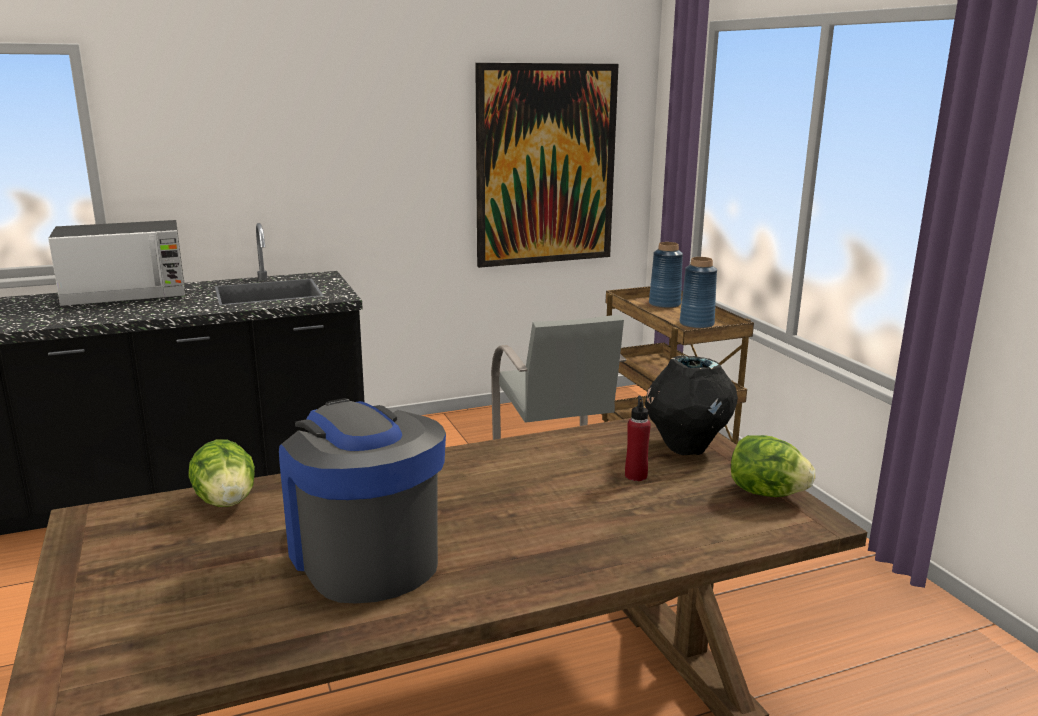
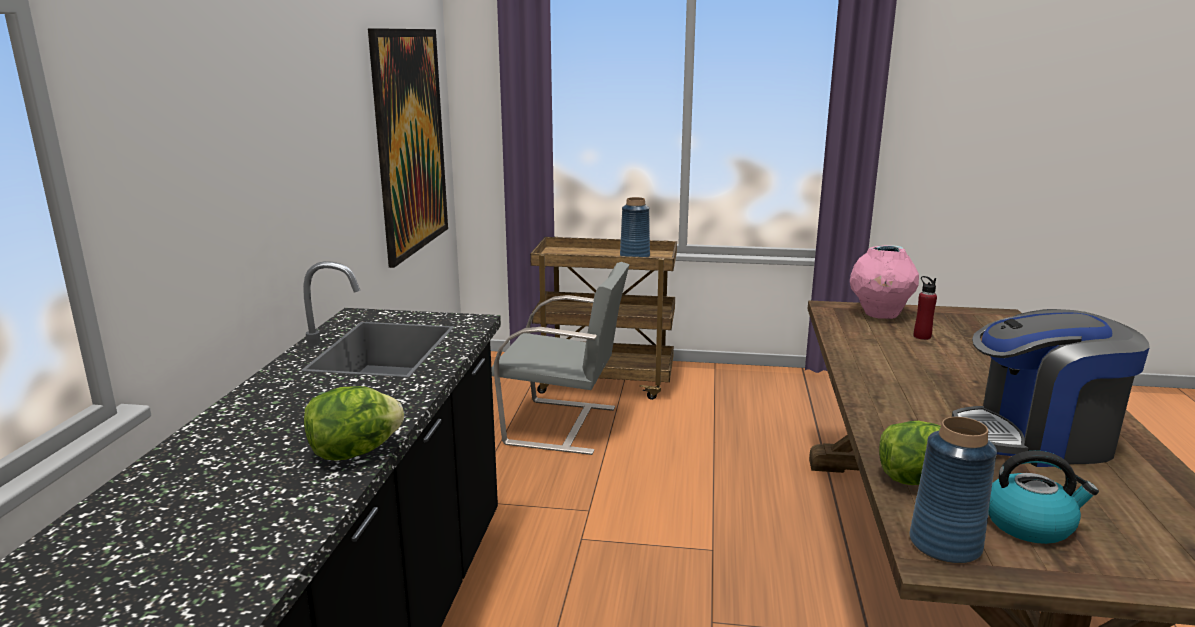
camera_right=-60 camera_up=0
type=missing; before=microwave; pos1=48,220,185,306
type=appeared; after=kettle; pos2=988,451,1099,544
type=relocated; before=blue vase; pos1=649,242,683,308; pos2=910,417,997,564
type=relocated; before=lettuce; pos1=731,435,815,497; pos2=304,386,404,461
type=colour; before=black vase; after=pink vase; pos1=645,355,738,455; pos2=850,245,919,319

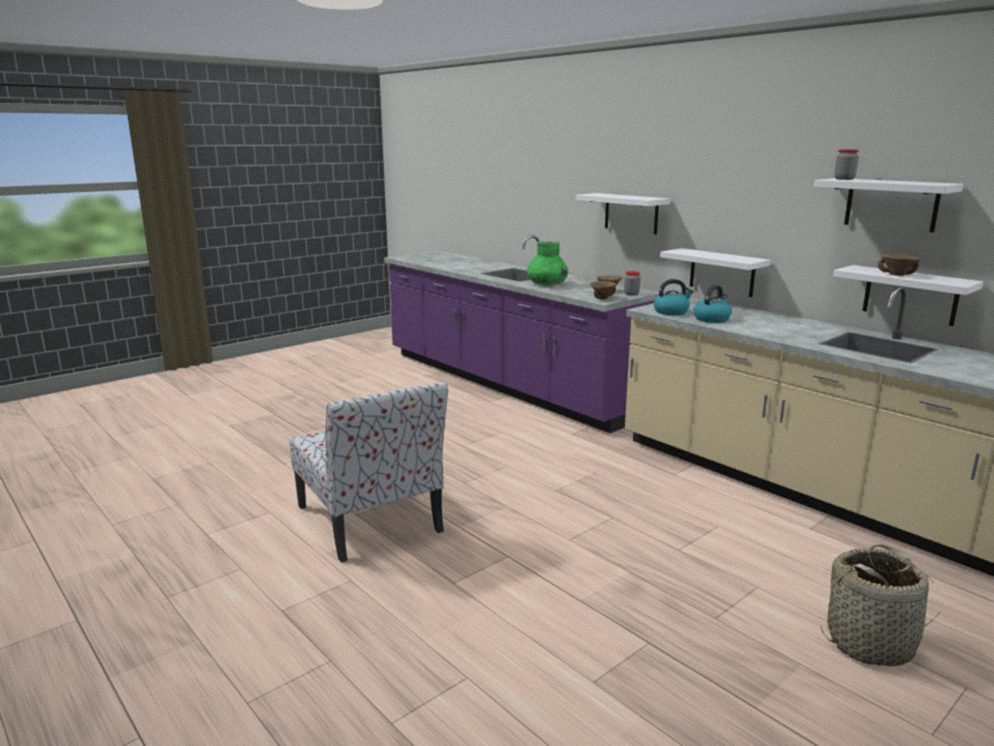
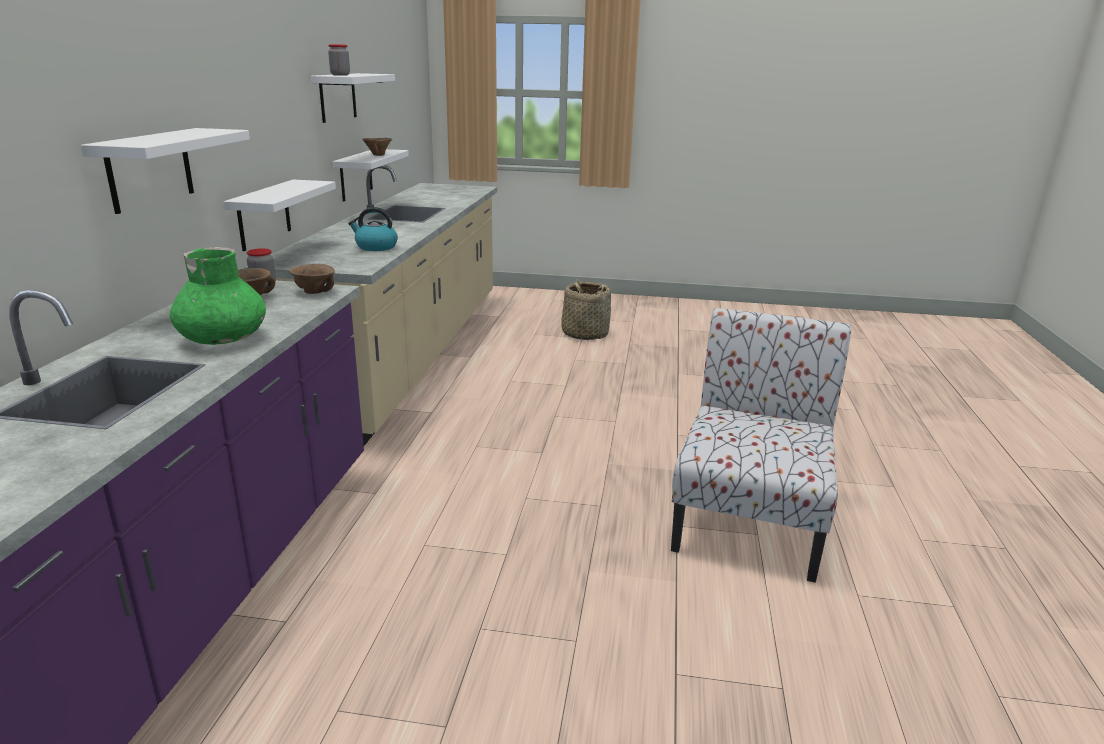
camera_right=-130 camera_up=5
type=missing; before=kettle; pos1=654,279,693,315

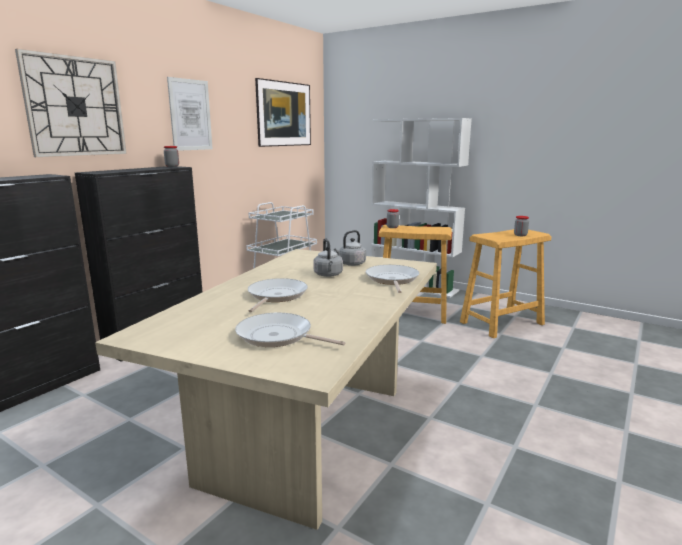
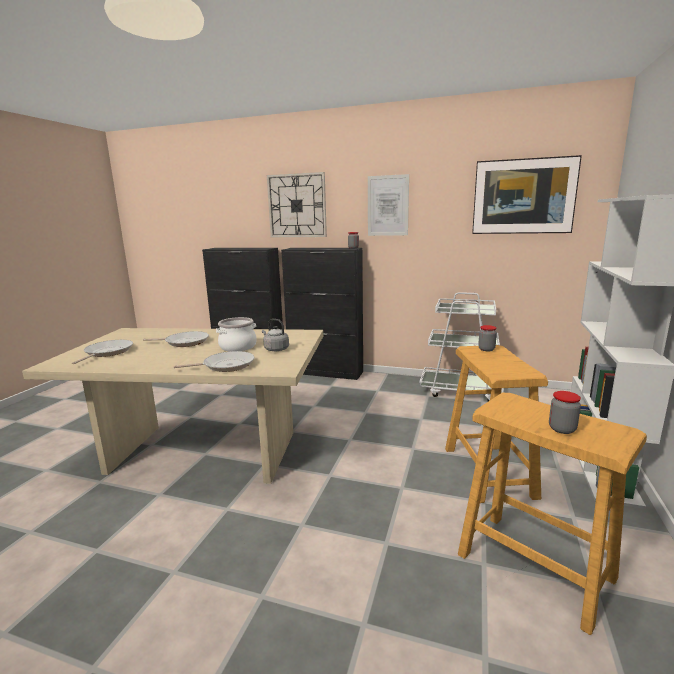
camera_right=75 camera_up=0
type=exchanged; before=grey kettle; after=cooking pot; pos1=313,238,343,277; pos2=216,317,257,351

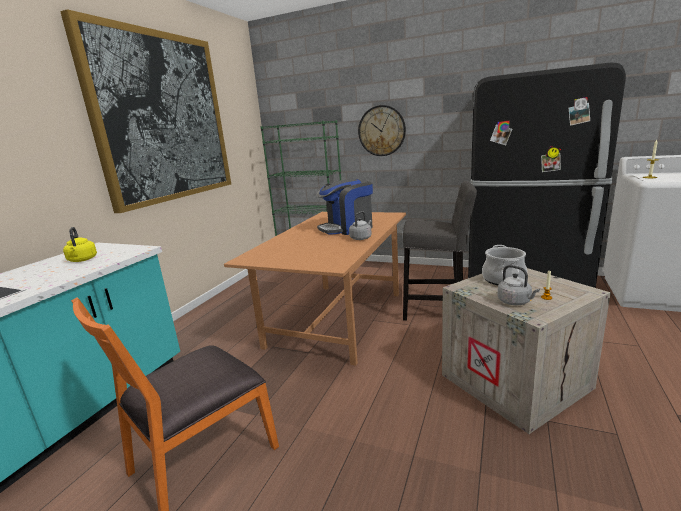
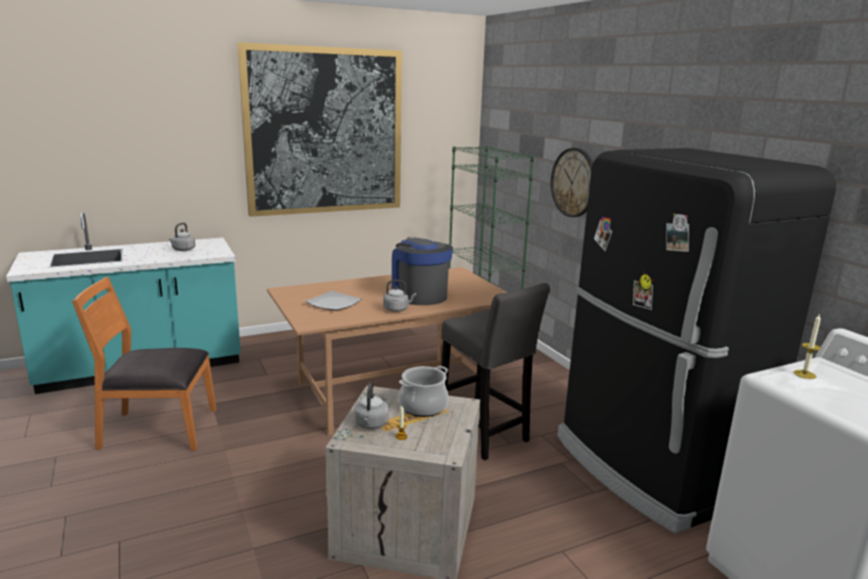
camera_right=40 camera_up=0
type=appeared; after=plate; pos2=305,291,362,311
type=colour; before=yellow kettle; after=grey kettle; pos1=63,227,97,262; pos2=169,223,195,251
type=spun; before=coffee machine; pos1=317,179,373,235; pos2=392,237,453,305; turn=45

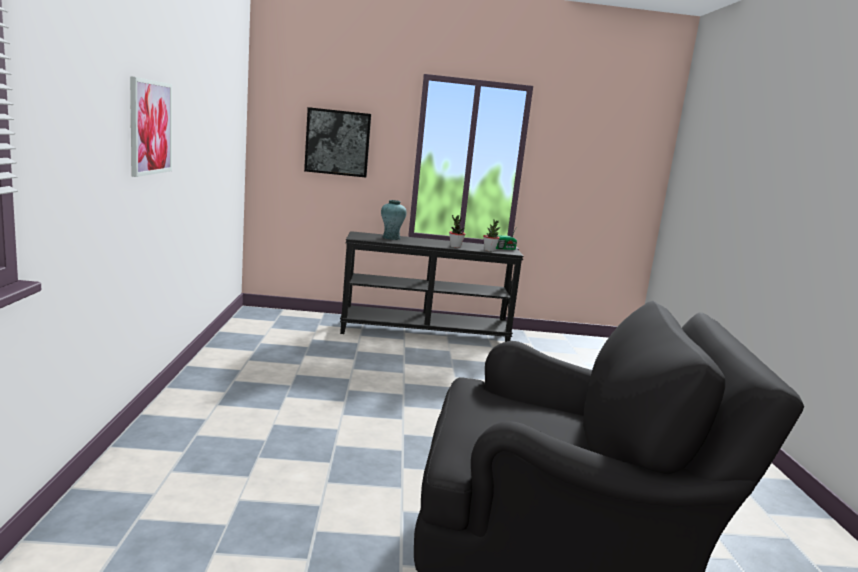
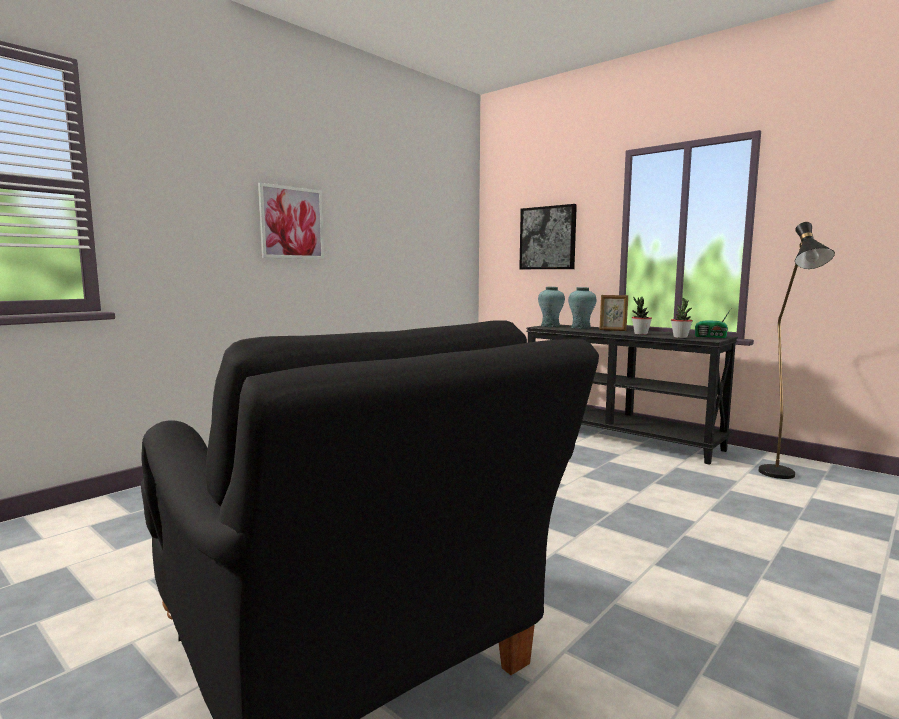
camera_right=45 camera_up=-5
type=appeared; after=turquoise vase; pos2=538,287,565,327
type=appeared; after=picture frame; pos2=599,295,628,331
type=appeared; after=black floor lamp; pos2=759,222,835,479

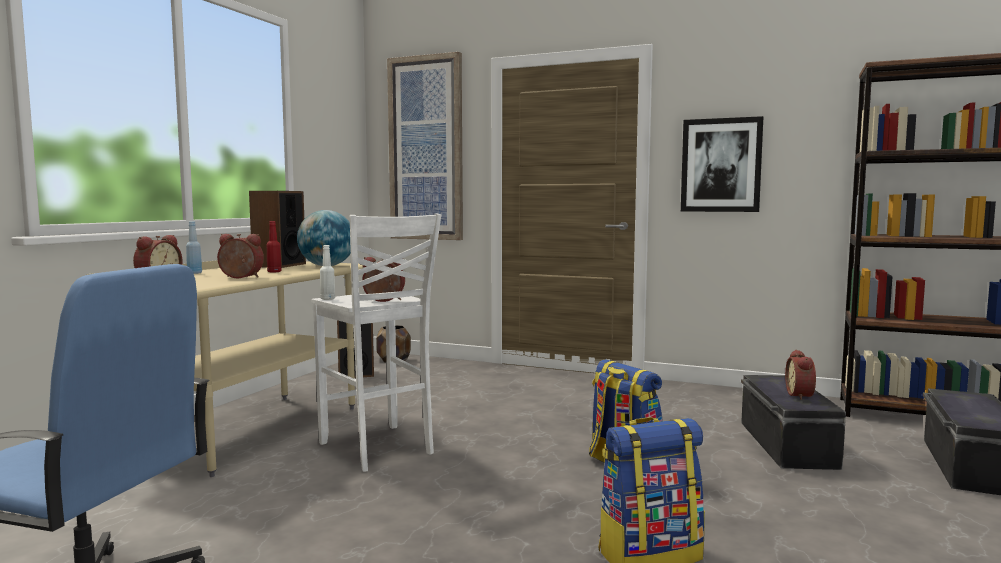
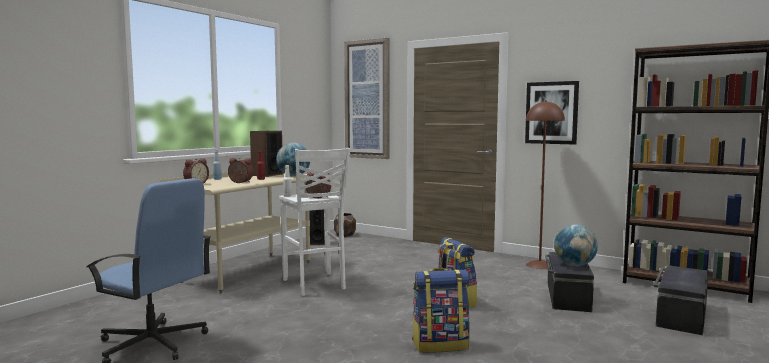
camera_right=10 camera_up=0
type=appeared; after=brown floor lamp; pos2=526,101,565,269
type=exchanged; before=alarm clock; after=globe; pos1=785,350,816,400; pos2=554,225,598,266

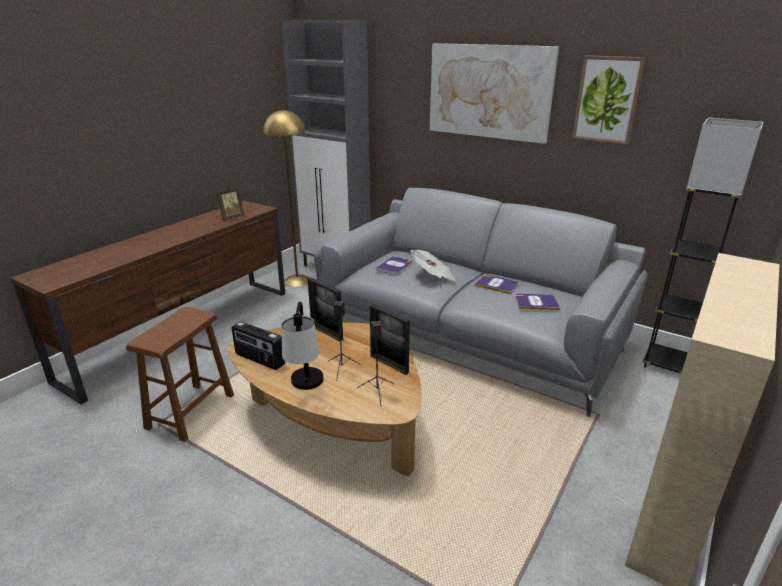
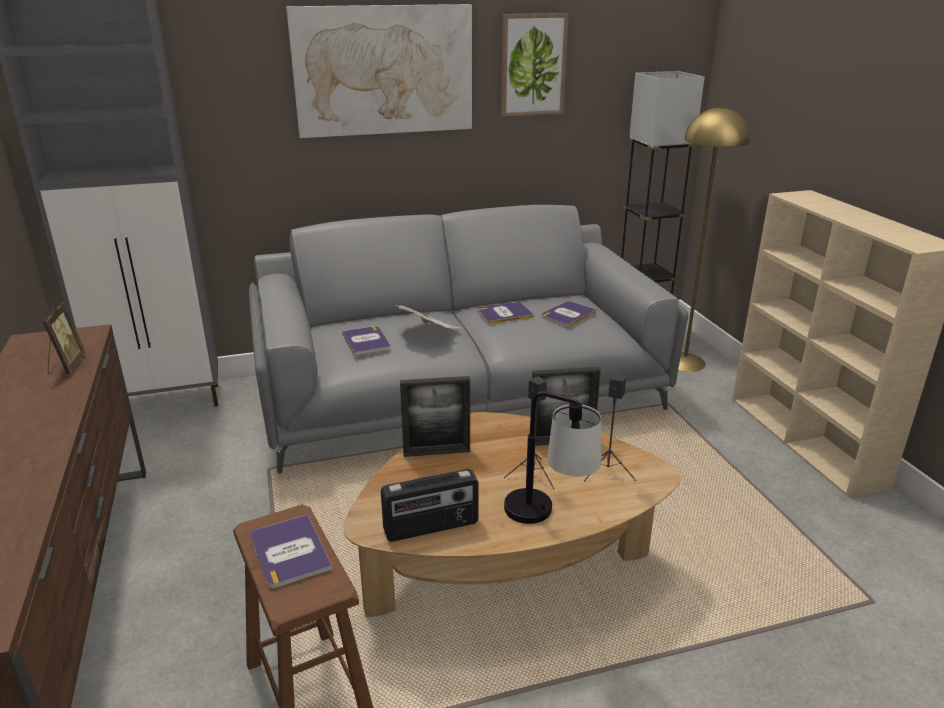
camera_right=-50 camera_up=0
type=appeared; after=book; pos2=251,514,333,588
type=relocated; before=yellow floor lamp; pos1=263,109,310,287; pos2=678,106,750,372

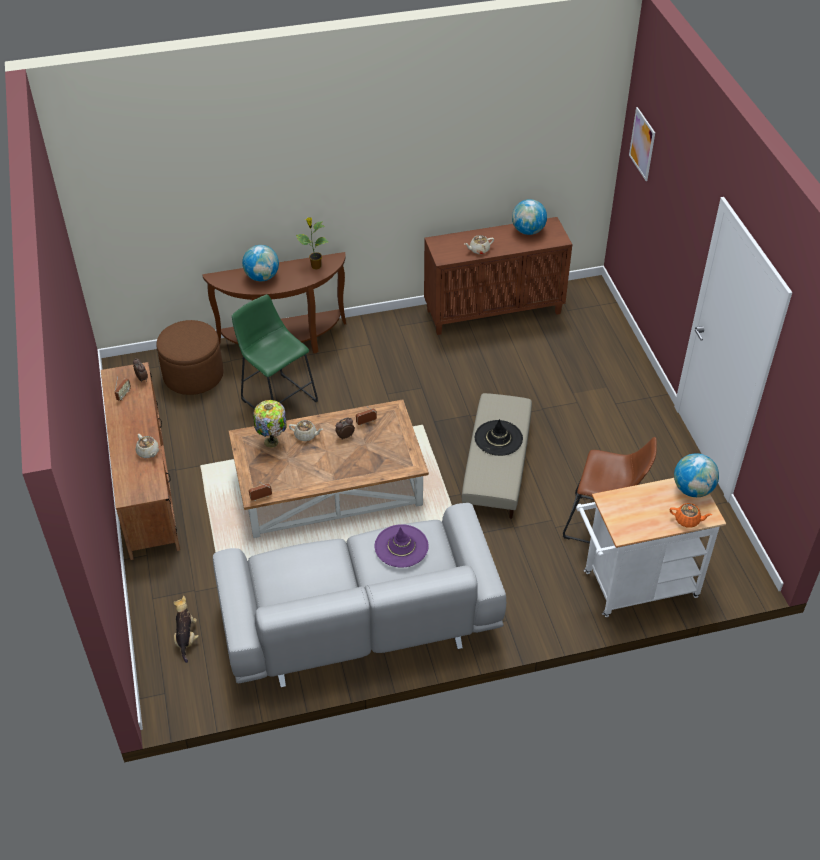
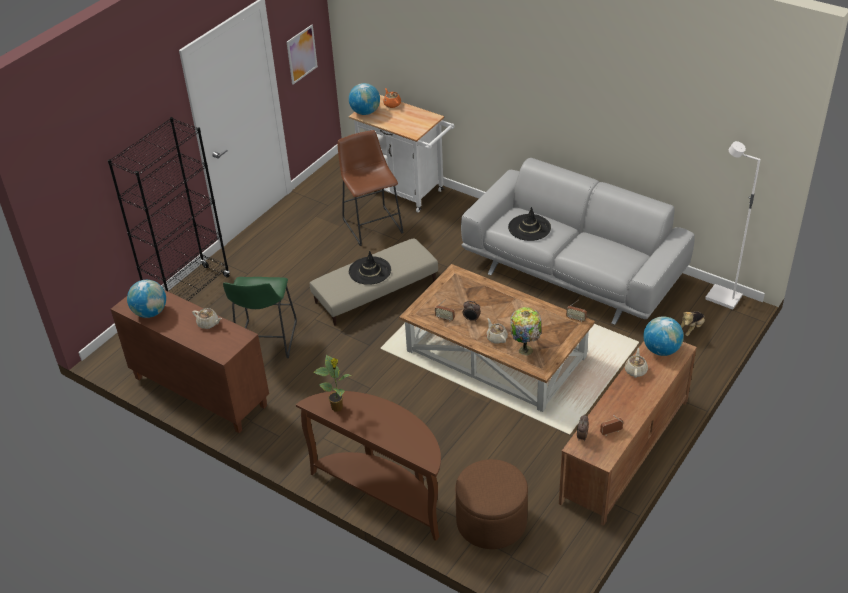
camera_right=-130 camera_up=-5
type=appeared; after=black bookcase; pos2=108,117,230,301
type=appeared; after=white floor lamp; pos2=705,141,761,310
type=relocated; before=green stool; pos1=232,294,318,409; pos2=223,277,297,358
type=relocated; before=globe; pos1=242,245,279,281; pos2=643,316,684,356
type=relocated; before=picture; pos1=629,107,655,181; pos2=287,25,318,84
type=colour; before=purple hat; after=black hat; pos1=375,524,429,568; pos2=508,207,551,241

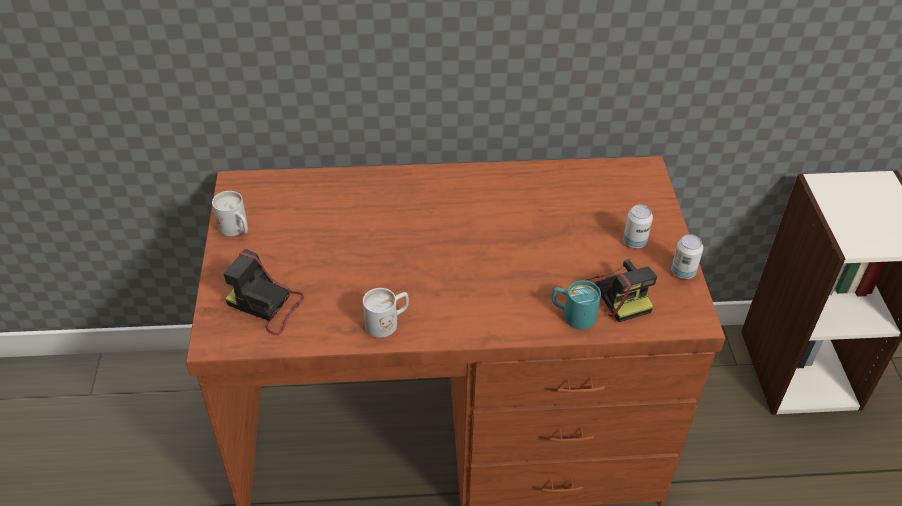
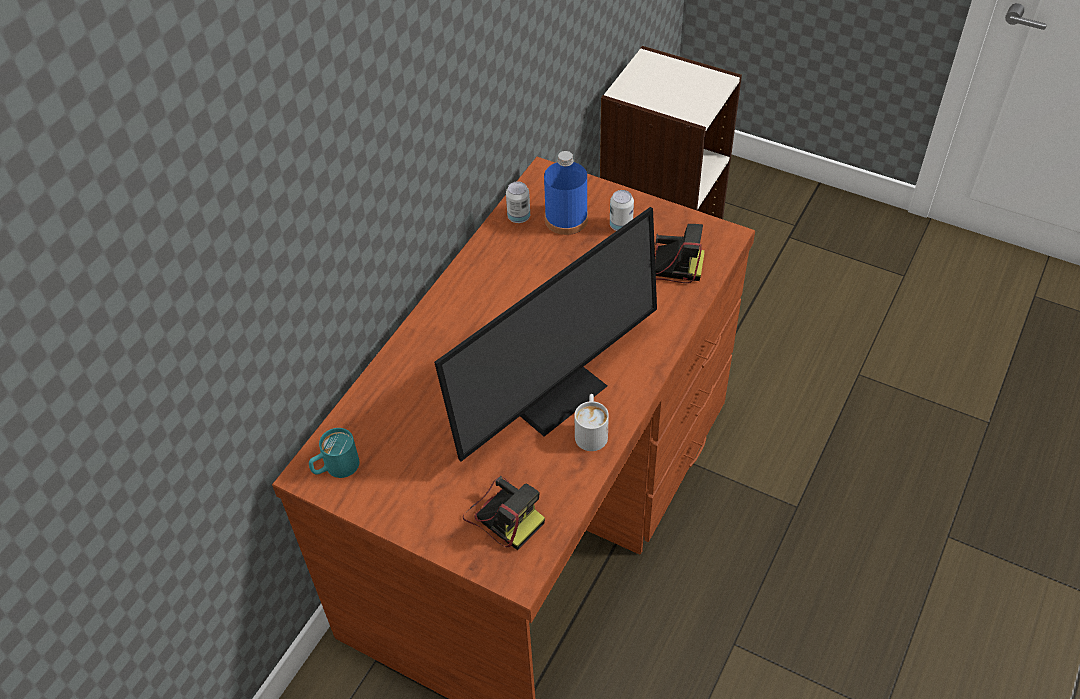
camera_right=-55 camera_up=5
type=missing; before=white mug; pos1=212,191,248,236
type=appeared; after=monitor; pos2=434,207,657,461
type=appeared; after=blue bottle; pos2=544,151,588,235
type=relocated; before=turquoise mug; pos1=552,280,601,330; pos2=309,428,359,478
type=relocated; before=can; pos1=671,234,703,279; pos2=506,182,530,223
type=spun; before=photo camera; pos1=224,249,304,336; pos2=463,476,545,550; turn=-105

